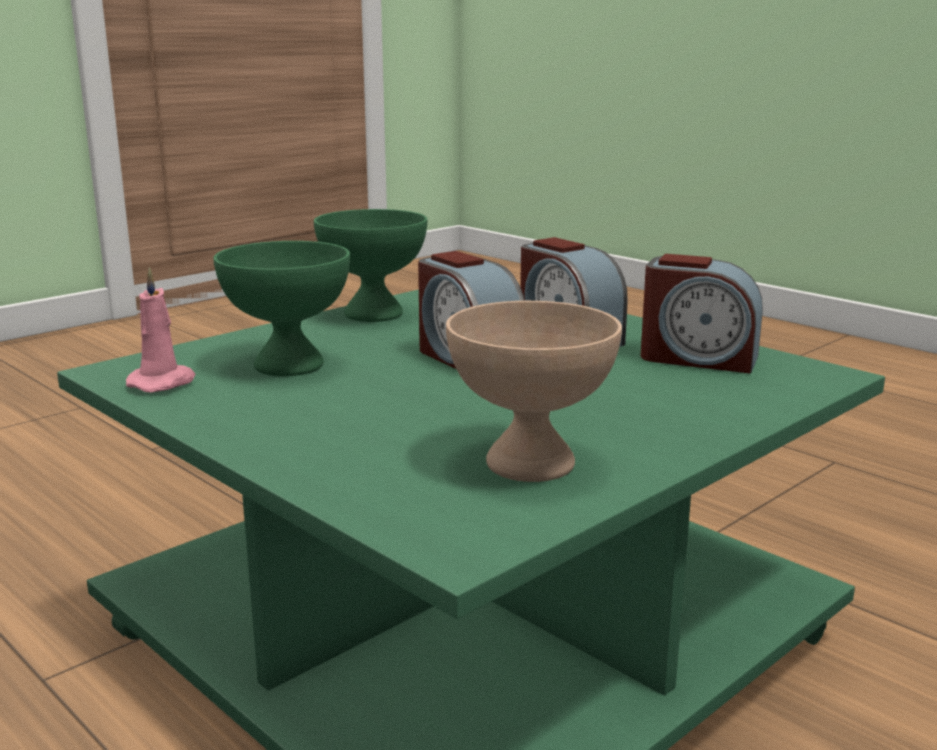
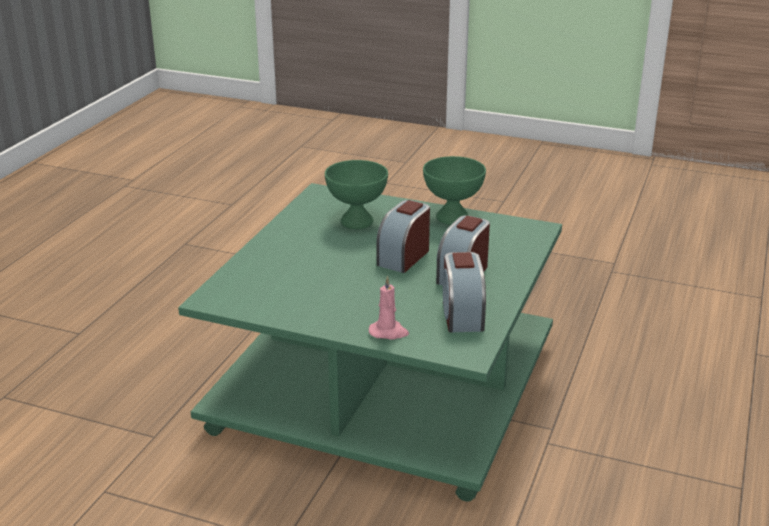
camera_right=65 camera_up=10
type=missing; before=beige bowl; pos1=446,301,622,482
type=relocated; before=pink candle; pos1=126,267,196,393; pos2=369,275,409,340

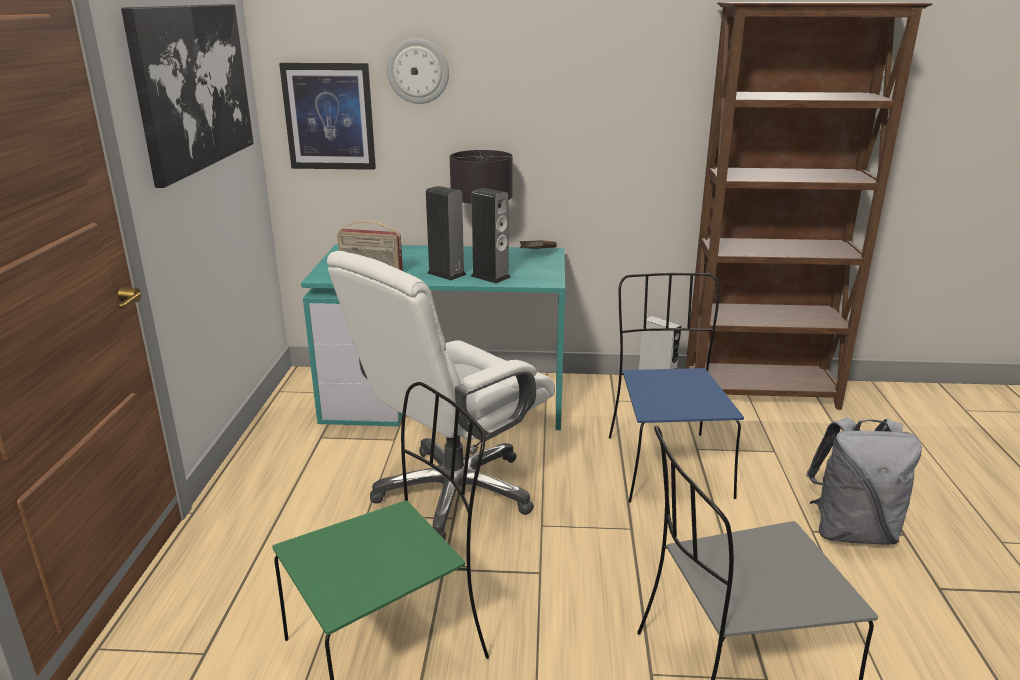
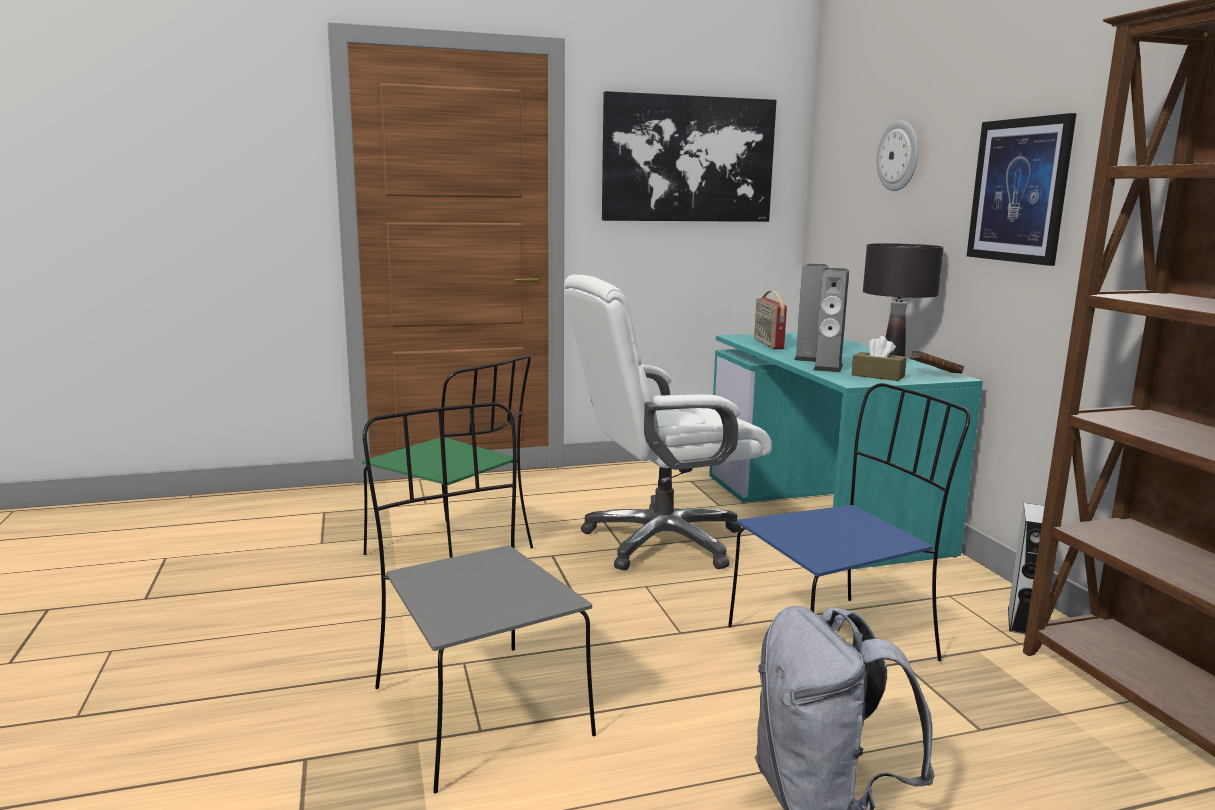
camera_right=70 camera_up=-10
type=appeared; after=brown tissue box; pos2=852,336,907,381
type=relocated; before=picture; pos1=279,63,376,170; pos2=967,113,1076,266
type=spun; before=white office chair; pos1=327,251,555,540; pos2=564,275,772,571; turn=-45

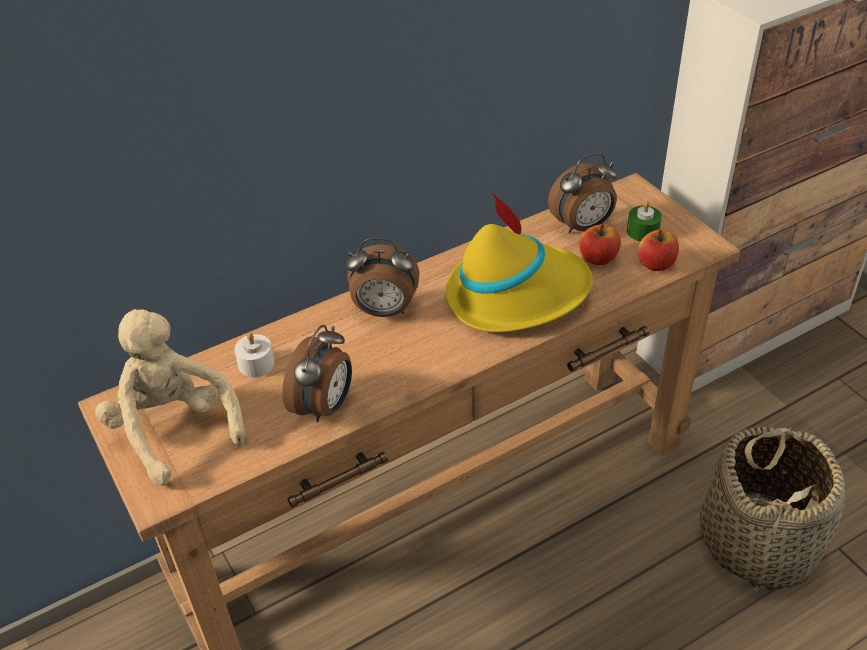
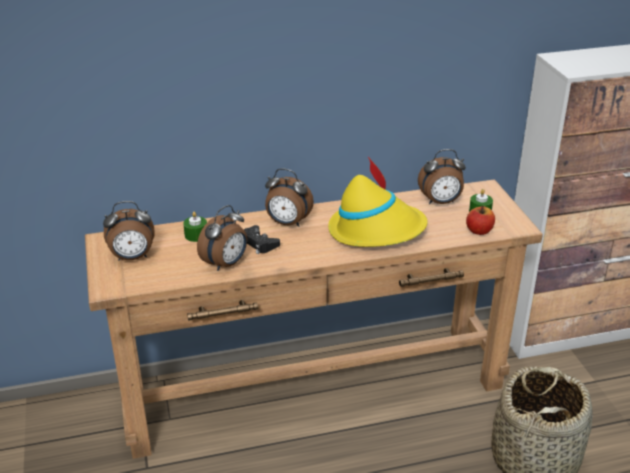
camera_right=15 camera_up=-10
type=missing; before=apple; pos1=579,224,621,265
type=appeared; after=black game controller; pos2=244,225,280,254
type=exchanged; before=beige plush toy; after=alarm clock; pos1=95,309,245,486; pos2=103,201,155,260
type=colour; before=white candle; after=green candle; pos1=234,332,274,377; pos2=183,212,207,242

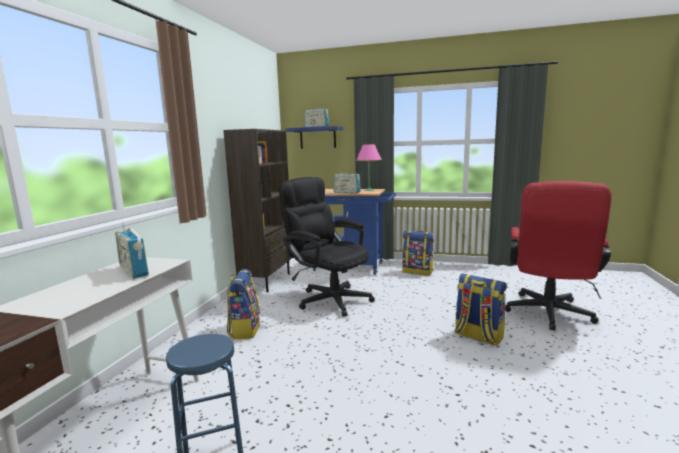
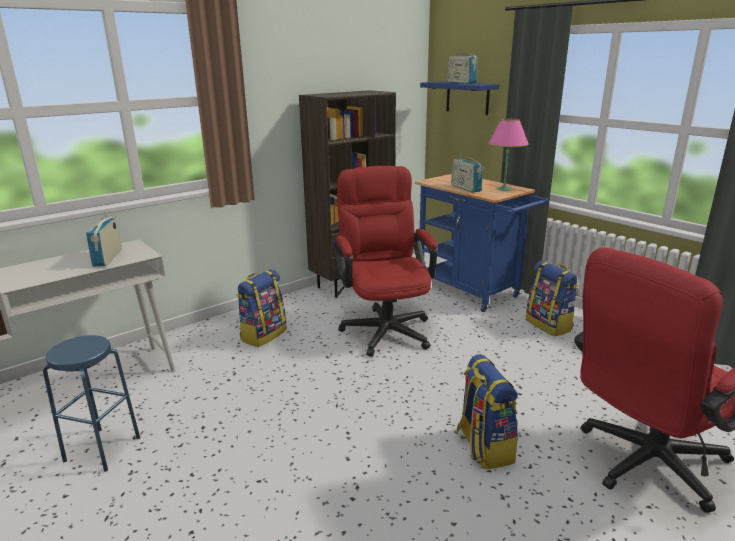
camera_right=35 camera_up=10
type=colour; before=black office chair; after=red office chair; pos1=279,177,374,317; pos2=333,166,438,357

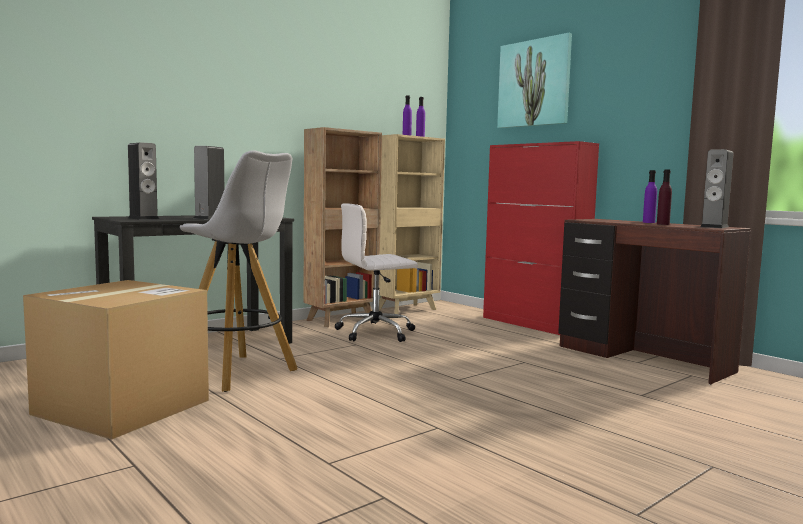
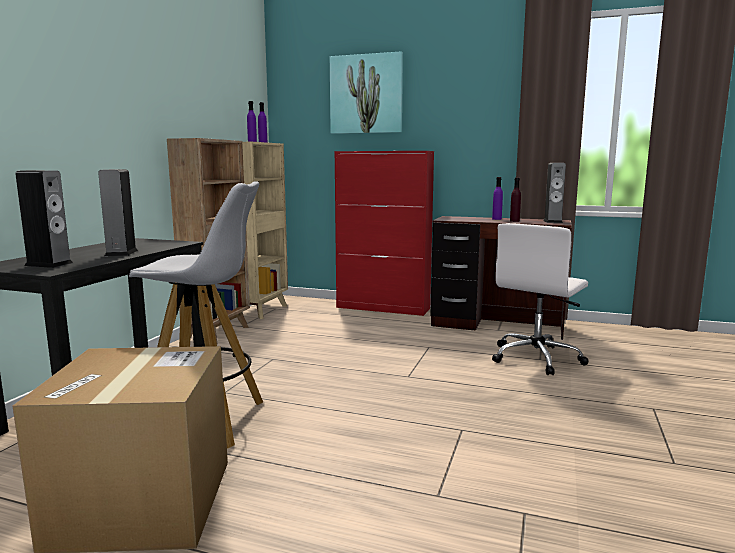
camera_right=-30 camera_up=5
type=relocated; before=white office chair; pos1=335,203,418,342; pos2=492,223,589,375

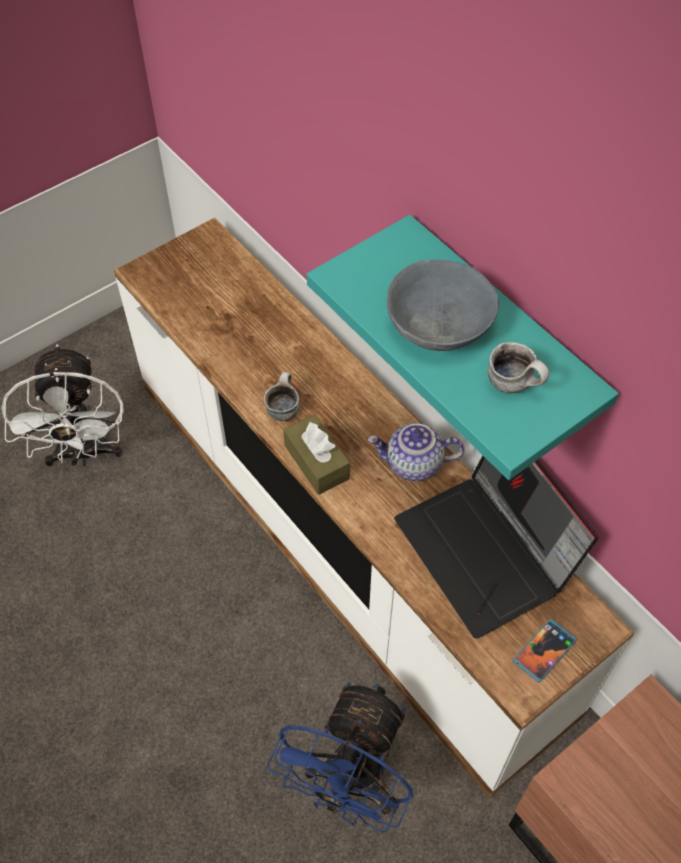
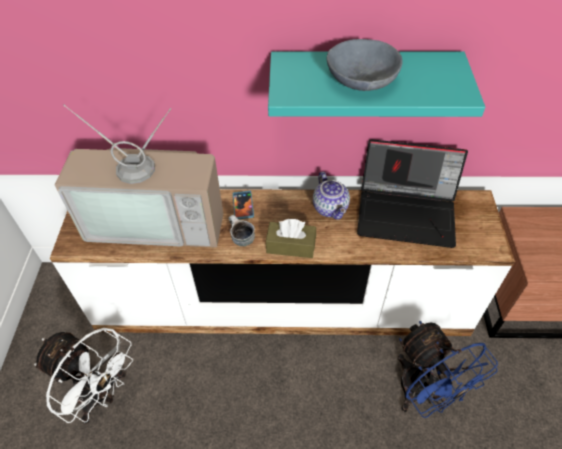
camera_right=-50 camera_up=-5
type=missing; before=mug; pos1=488,342,550,393
type=appeared; after=television; pos2=55,105,223,247
type=relocated; before=phone; pos1=513,619,577,683; pos2=233,190,254,219
type=spun; before=teapot; pos1=368,423,464,481; pos2=313,172,350,220; turn=-60

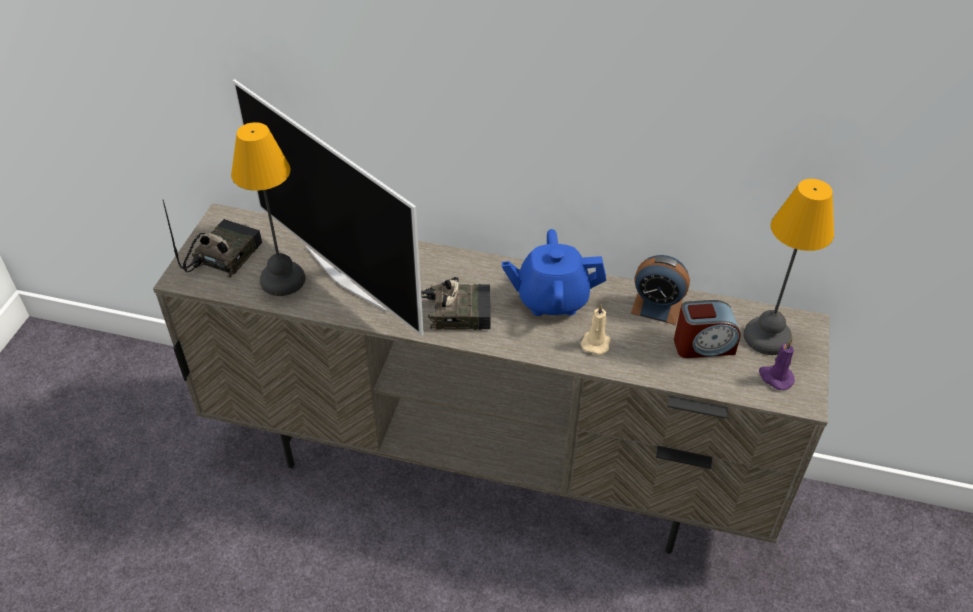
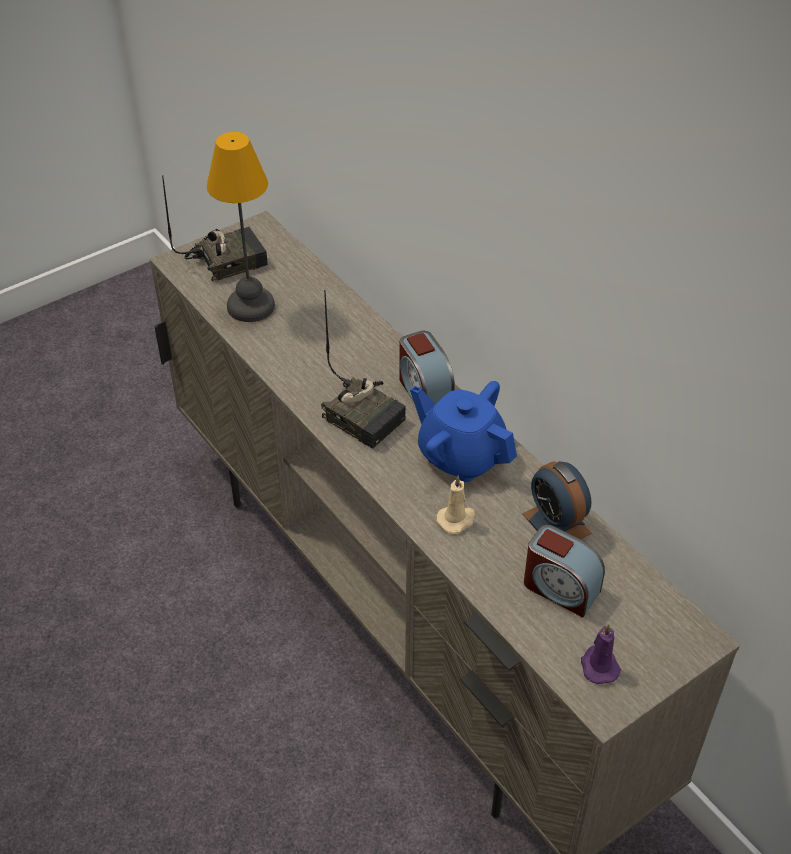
camera_right=40 camera_up=0
type=missing; before=television; pos1=232,79,424,336
type=missing; before=table lamp; pos1=744,179,834,355
type=appeared; after=alarm clock; pos2=399,331,455,404

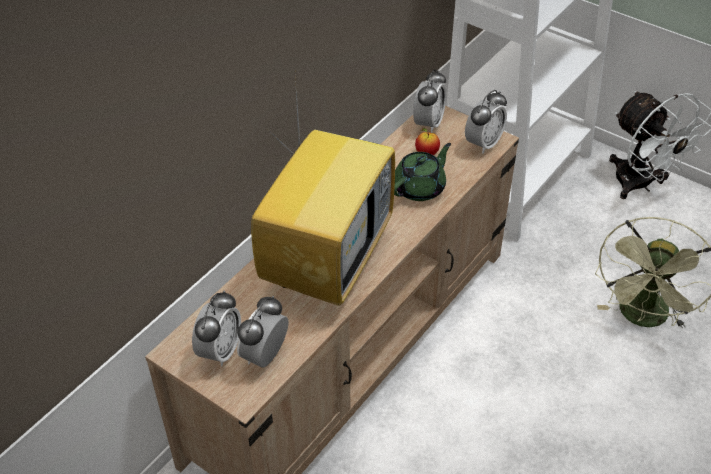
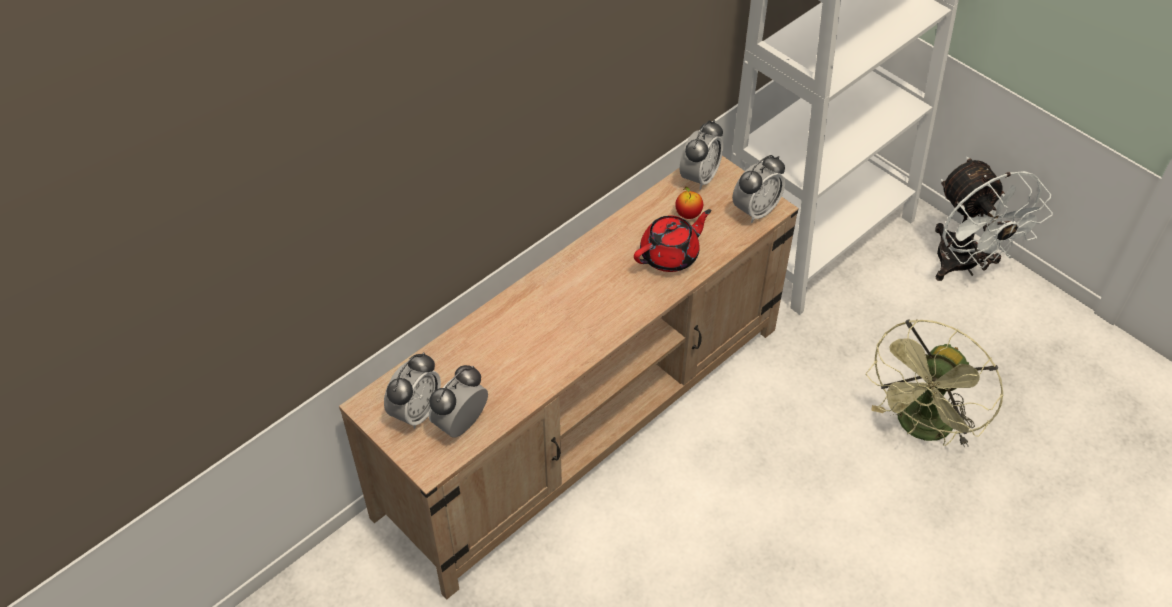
camera_right=10 camera_up=5
type=missing; before=television; pos1=251,76,395,306
type=colour; before=green teapot; after=red teapot; pos1=394,143,451,201; pos2=634,209,711,272

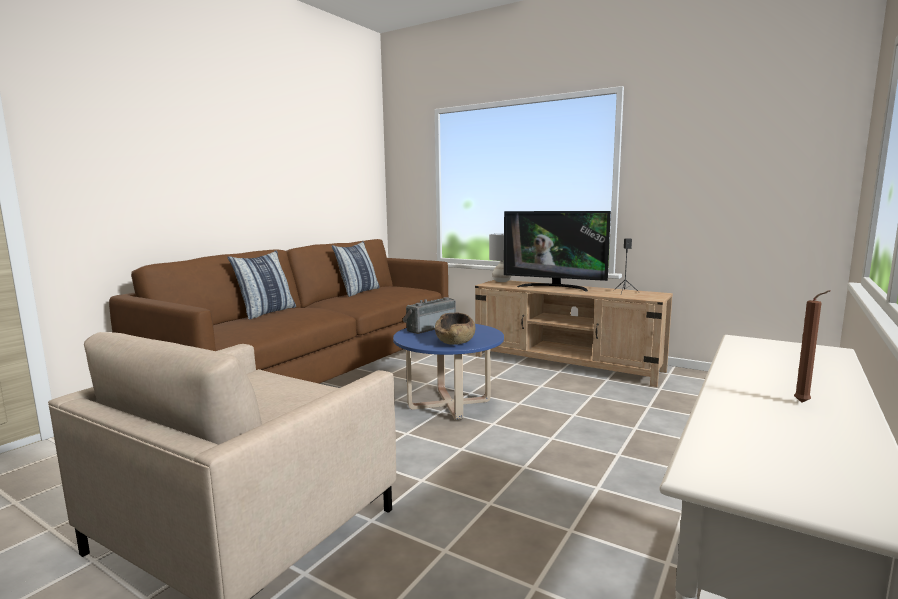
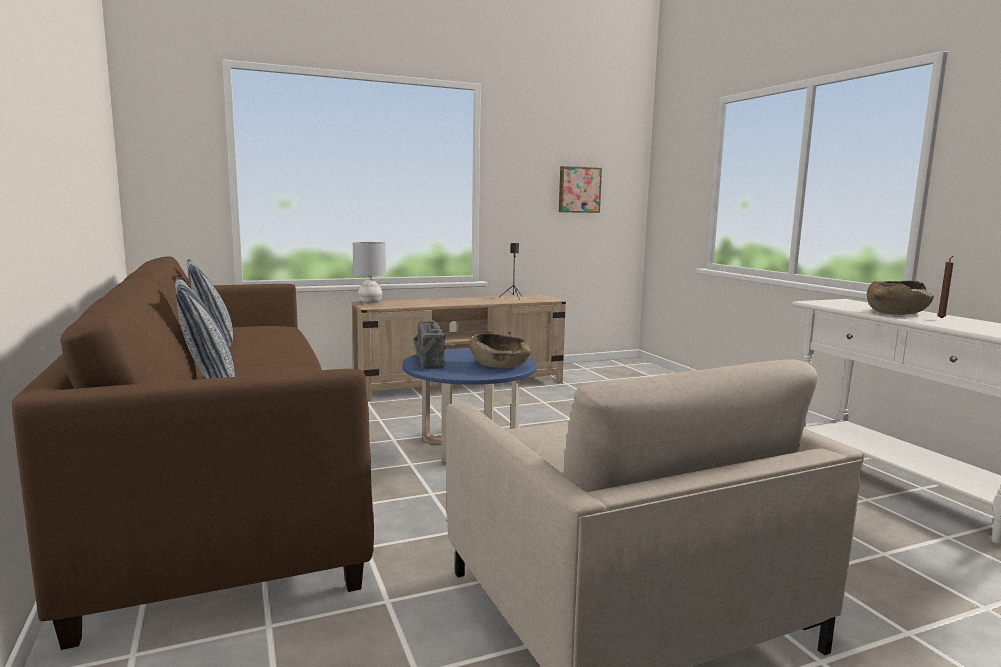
camera_right=-55 camera_up=0
type=missing; before=television; pos1=504,211,611,291
type=appeared; after=picture; pos2=559,166,602,213
type=appeared; after=brown bowl; pos2=867,280,934,315

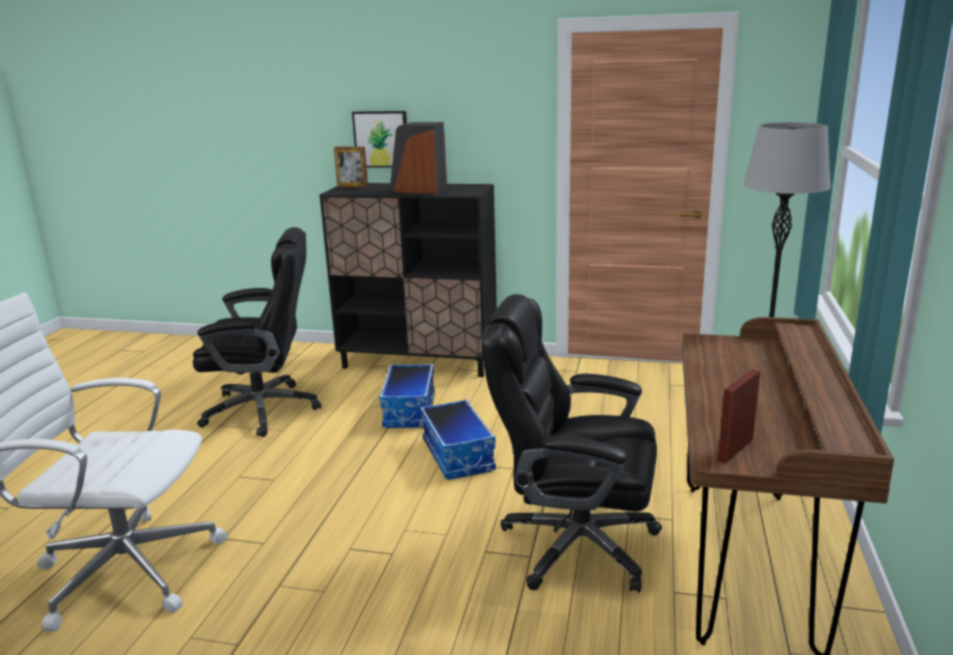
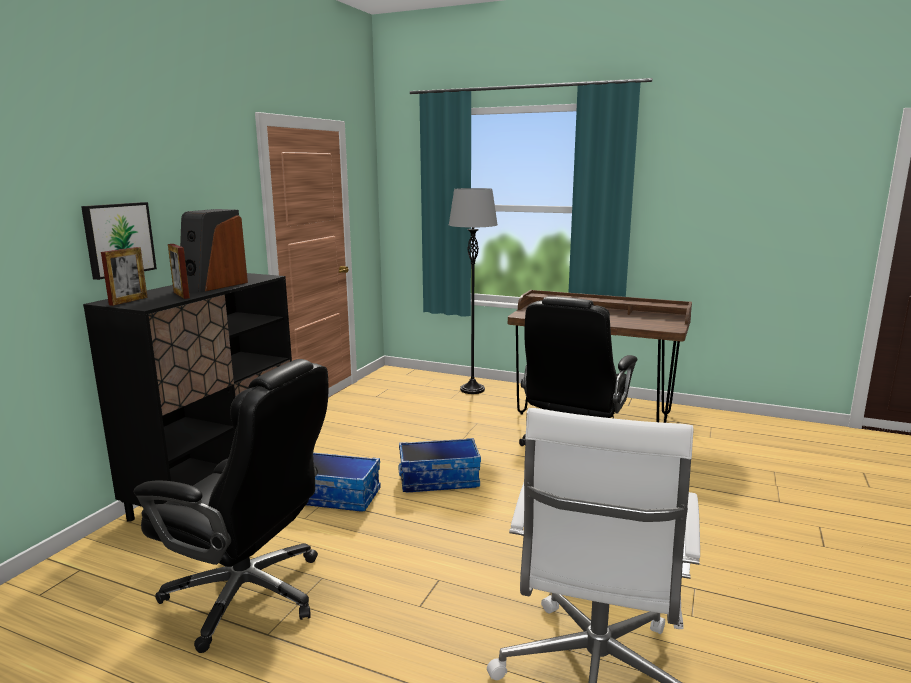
camera_right=-80 camera_up=-5
type=relocated; before=picture frame; pos1=718,369,760,464; pos2=168,244,190,299
type=spun; before=black office chair; pos1=193,227,321,437; pos2=134,359,329,653; turn=105

